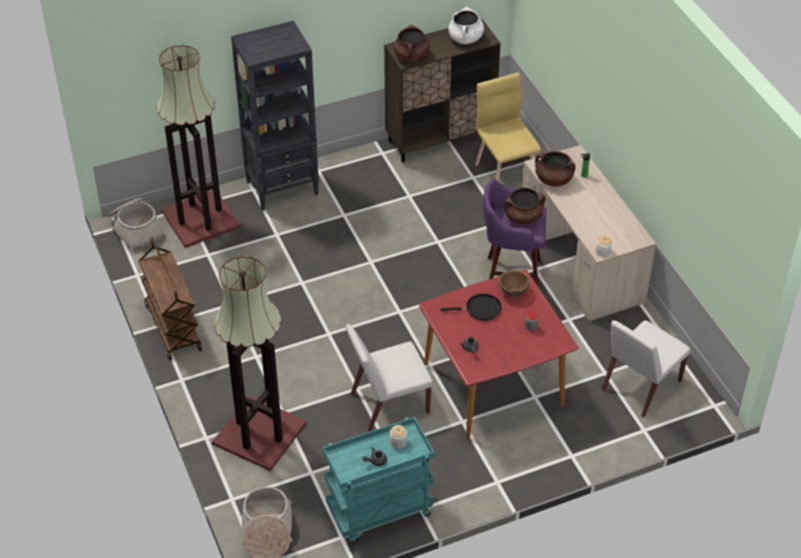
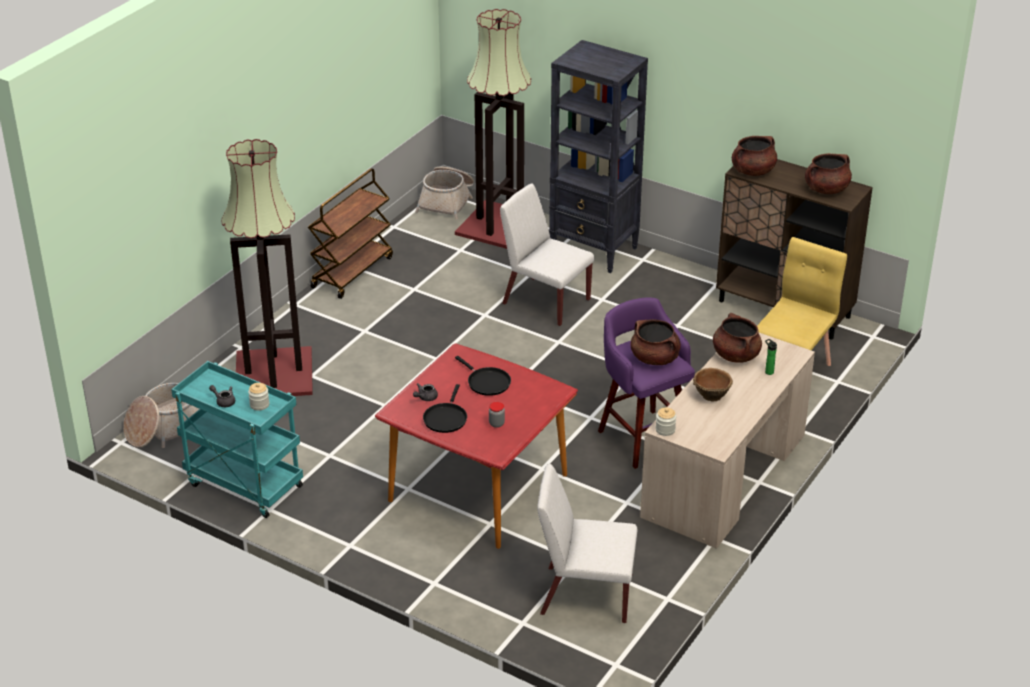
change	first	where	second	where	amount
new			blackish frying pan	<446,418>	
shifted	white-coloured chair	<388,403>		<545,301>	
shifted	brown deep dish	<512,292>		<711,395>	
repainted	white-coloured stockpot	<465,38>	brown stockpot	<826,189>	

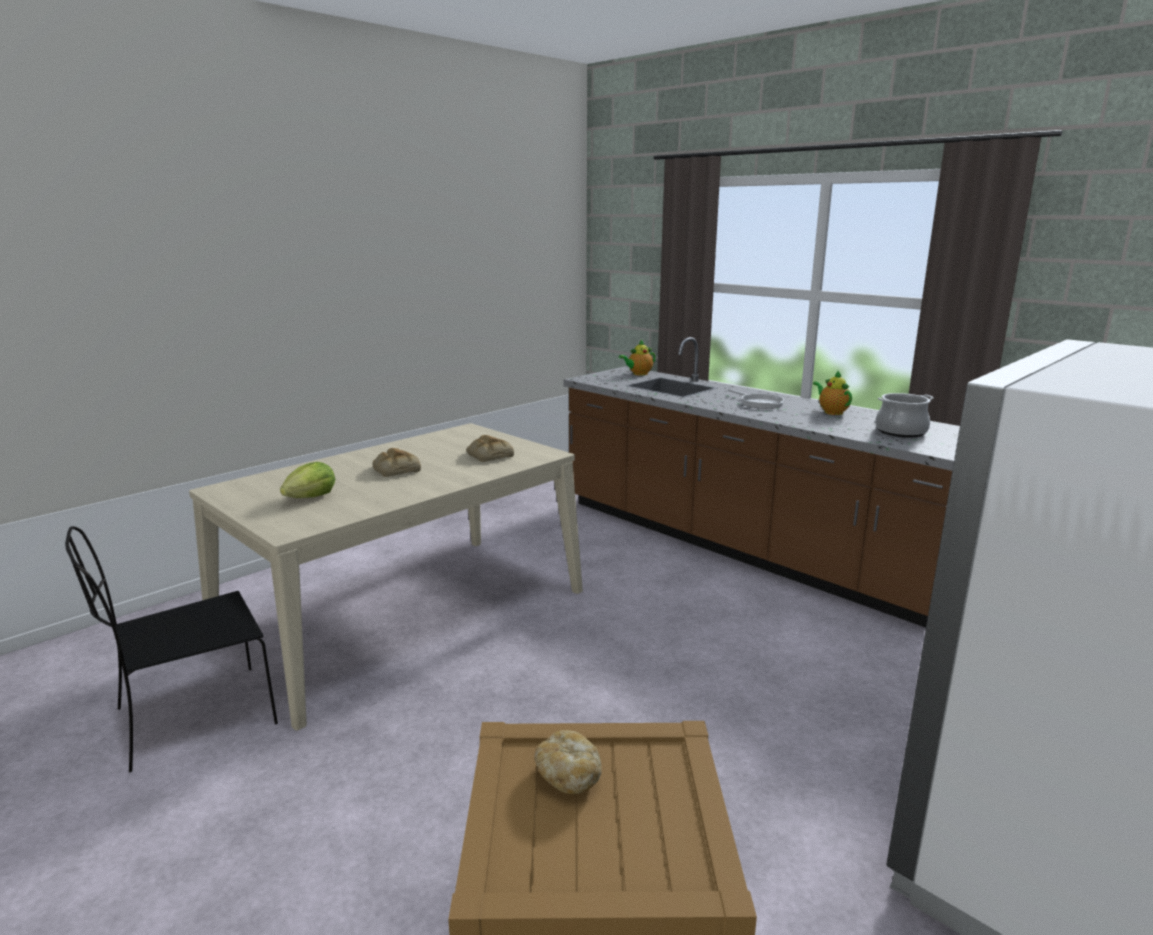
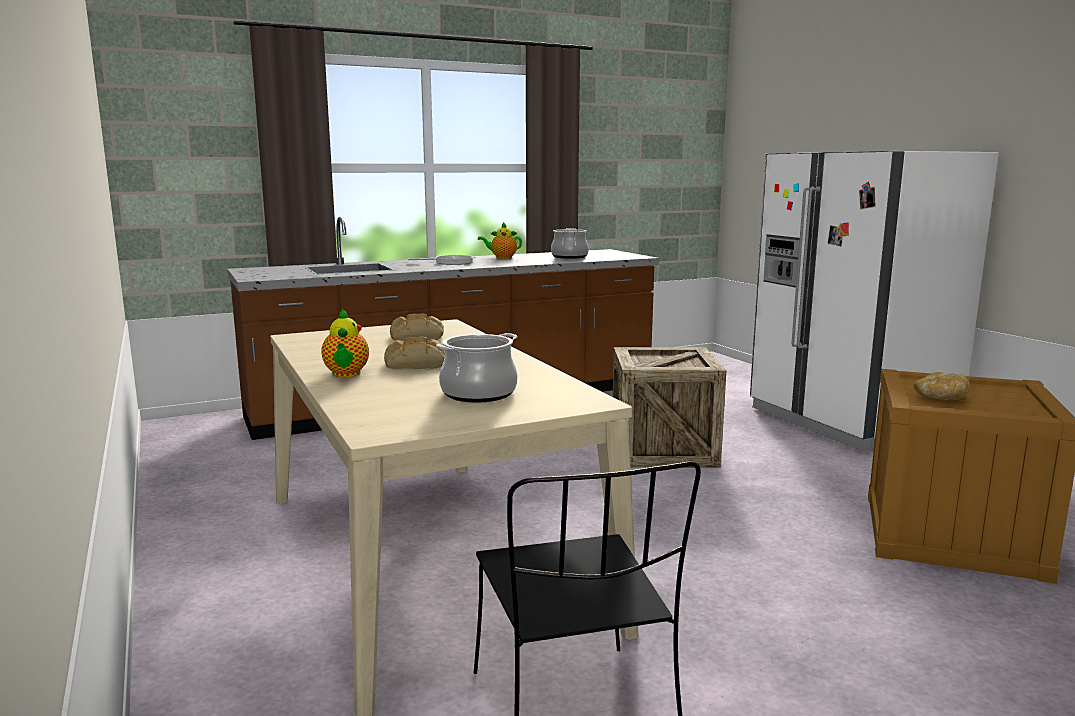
change	first	where	second	where	amount
new			packing crate	<663,450>	
shifted	tea pot	<638,374>		<346,374>	
swapped	lettuce head	<311,497>	stockpot	<478,393>	

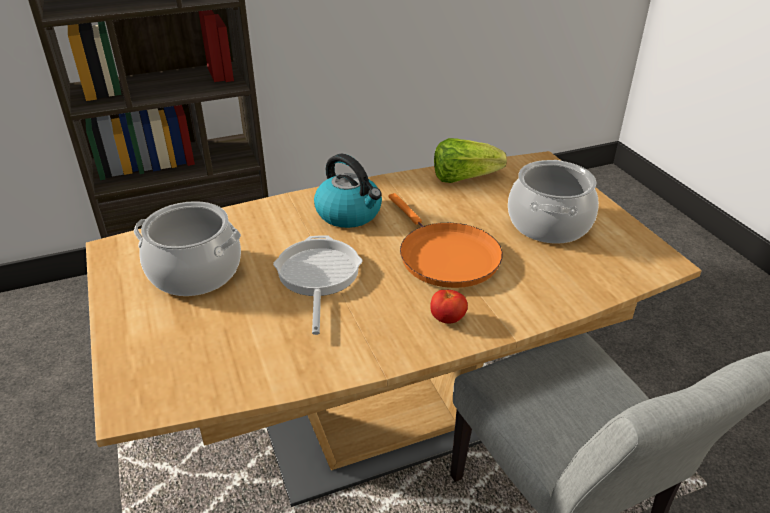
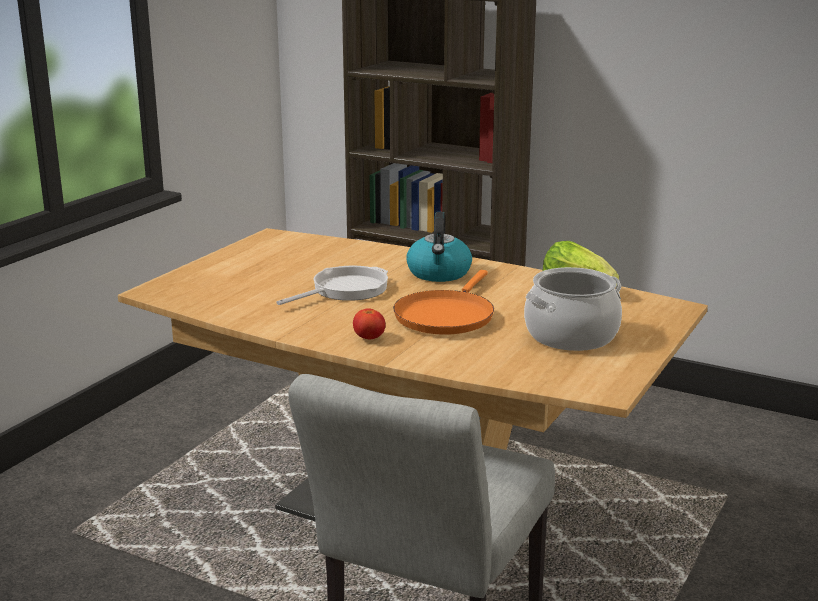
change	first	where	second	where	amount
gone	stockpot	<195,272>			

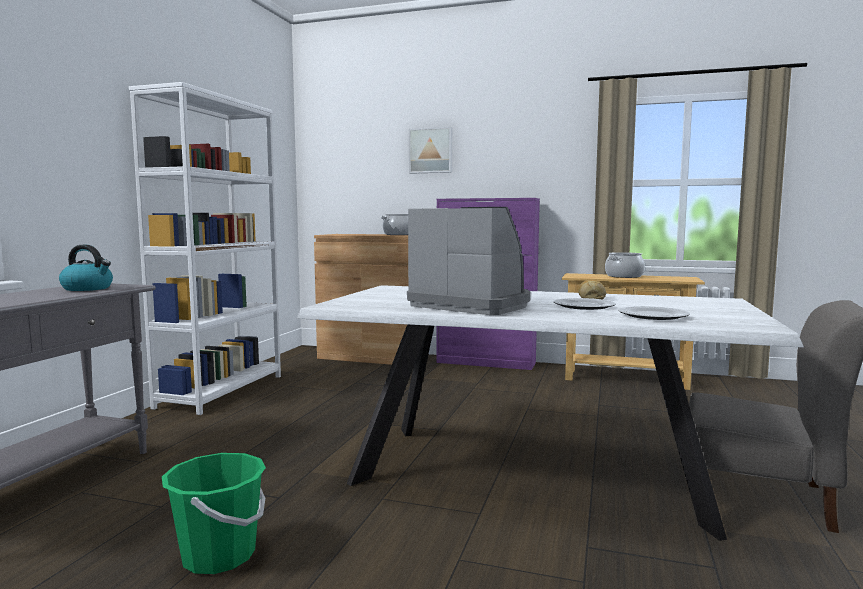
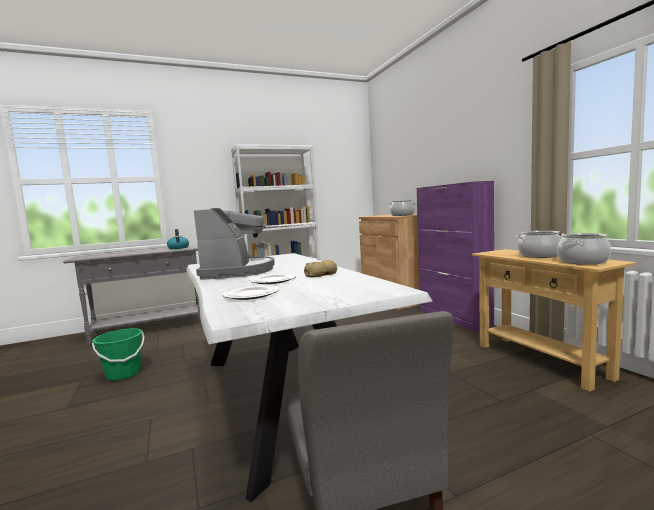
change	first	where	second	where	amount
gone	wall art	<431,150>			
new			stockpot	<582,261>	

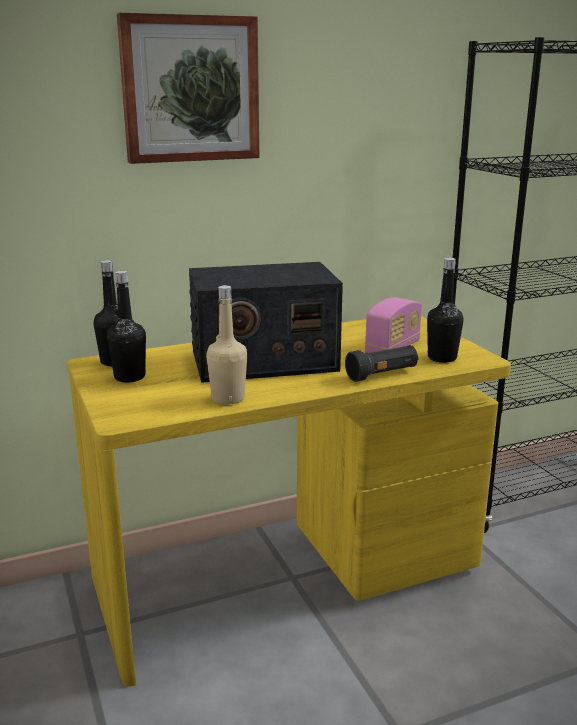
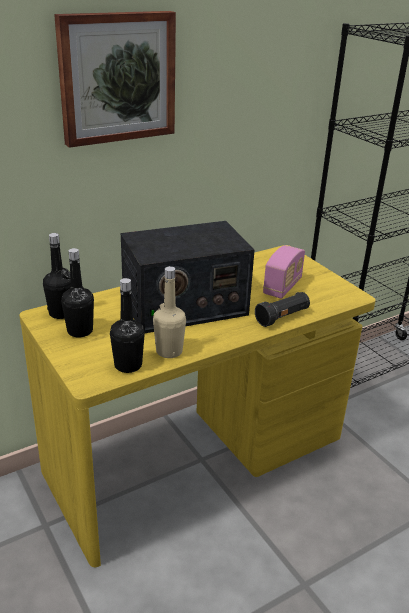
change	first	where	second	where	amount
shifted	blackish beverage bottle	<442,358>		<128,365>	

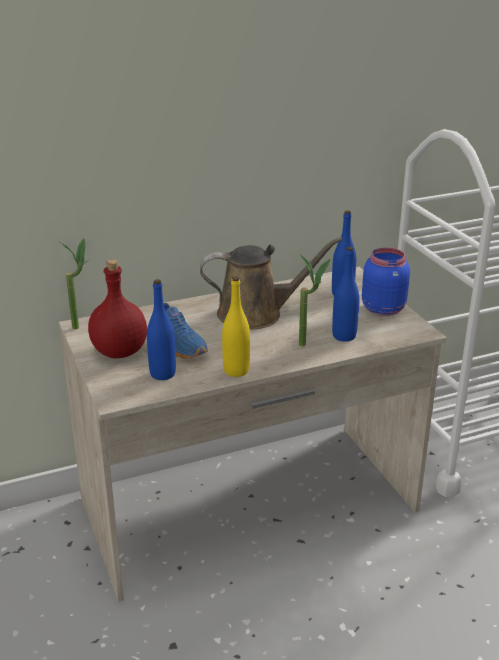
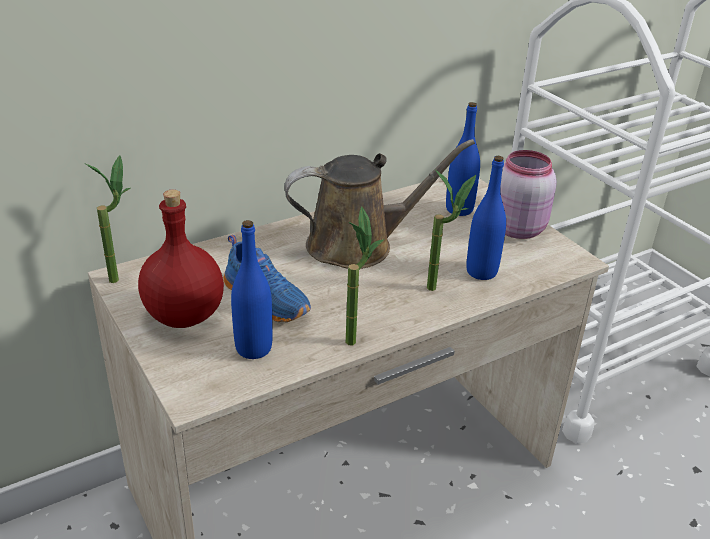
change	first	where	second	where	amount
swapped	yellow-coloured beverage bottle	<236,370>	plant in a pot	<355,335>	
repainted	blue jar	<383,308>	pinkish jar	<517,228>	

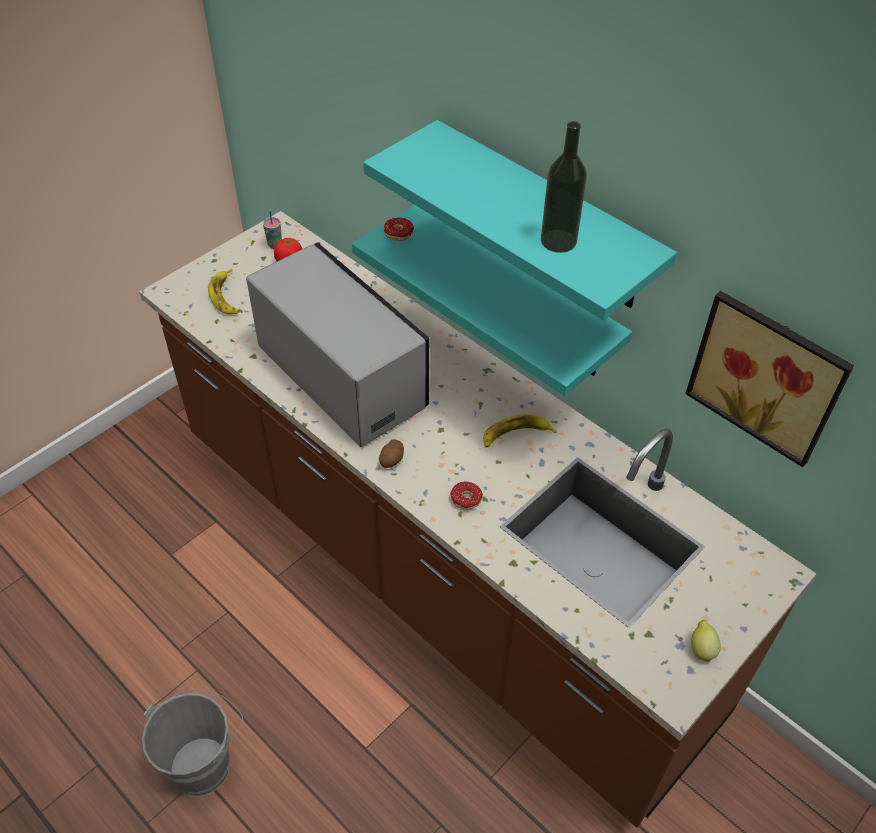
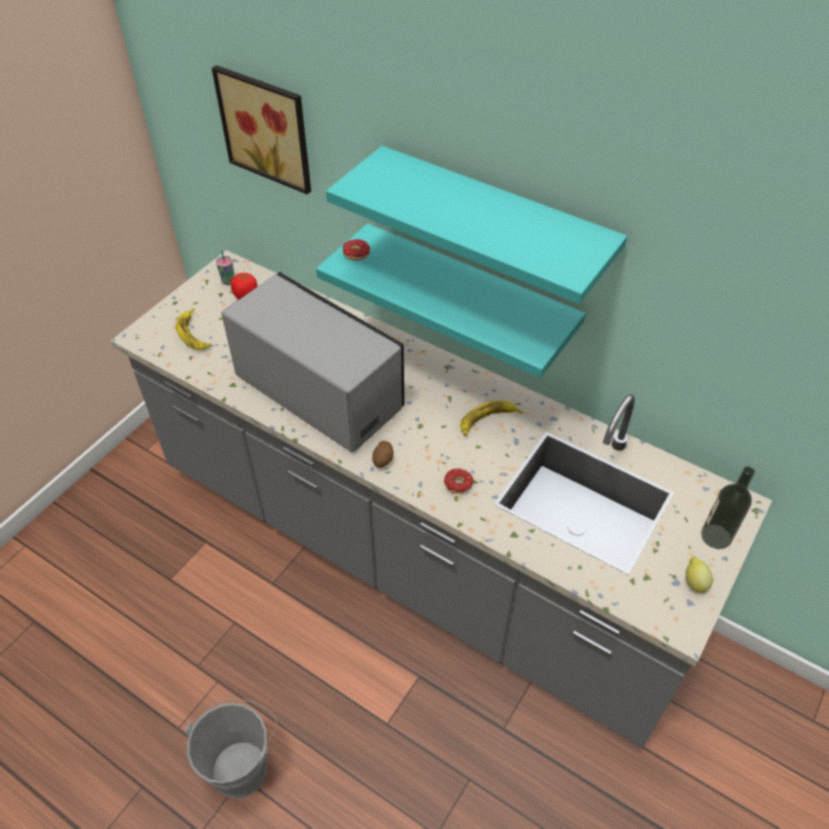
change	first	where	second	where	amount
shifted	beverage bottle	<558,241>		<716,536>	
shifted	wall art	<768,375>		<267,127>	
repainted	brown kitchen counter	<435,570>	gray kitchen counter	<414,553>	

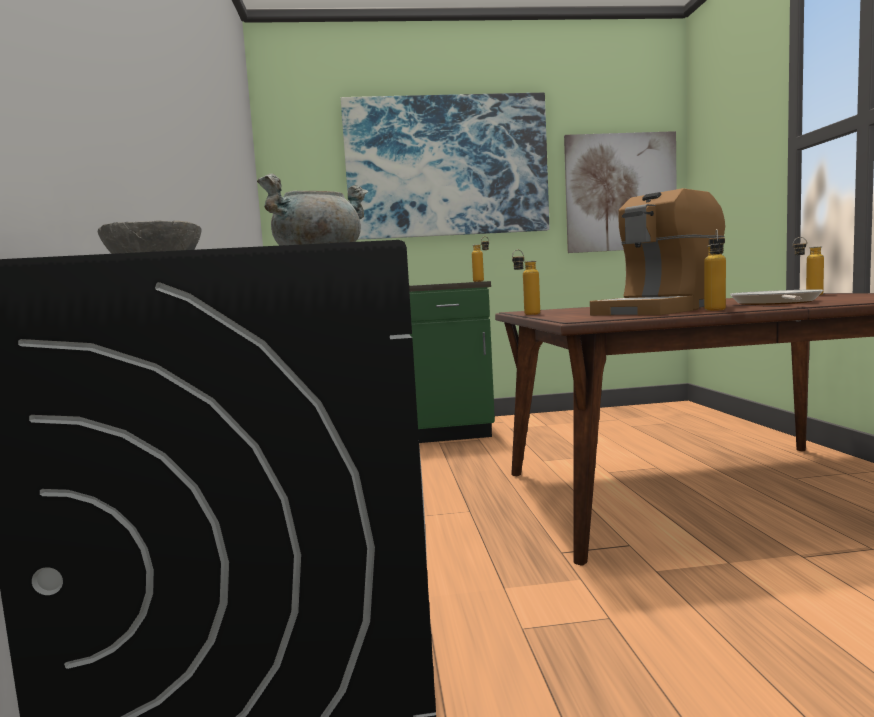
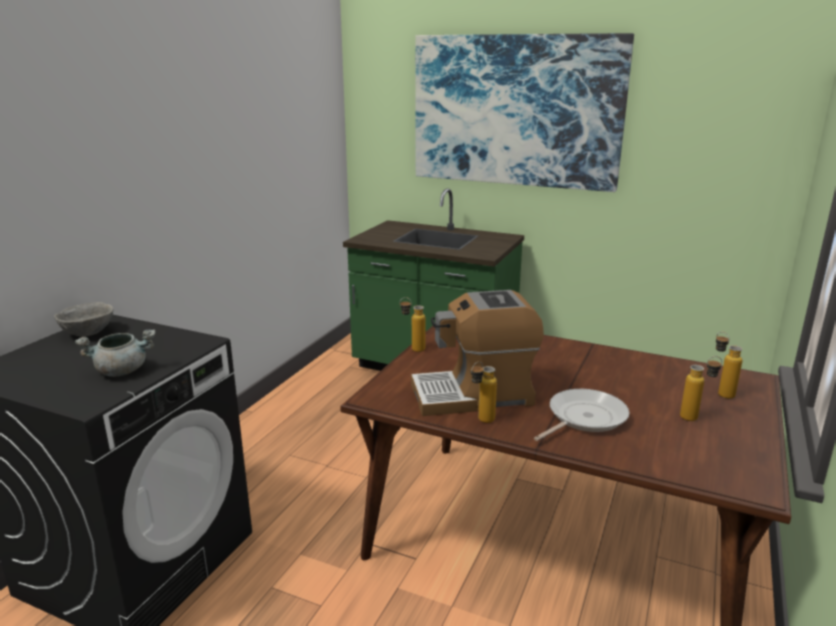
change	first	where	second	where	amount
gone	wall art	<620,192>			
shifted	beverage bottle	<482,281>		<695,417>	

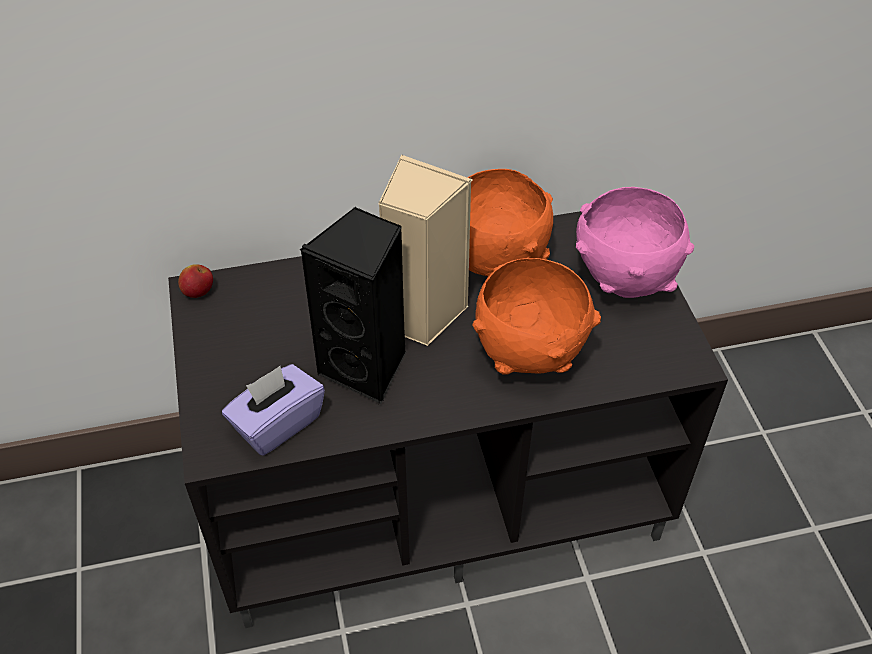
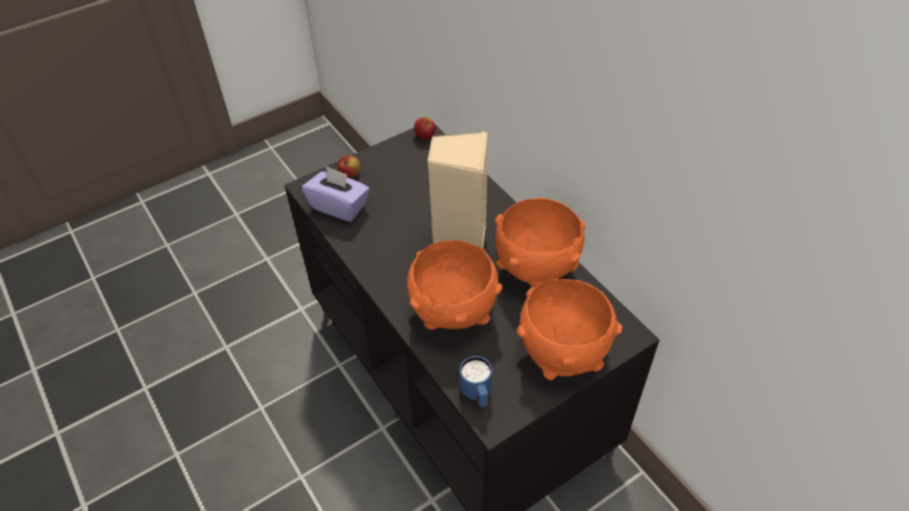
change	first	where	second	where	amount
gone	blackish speaker	<367,367>			
new			apple	<350,175>	
new			blue mug	<477,394>	
repainted	pinkish deep dish	<624,279>	orange-coloured deep dish	<562,353>	

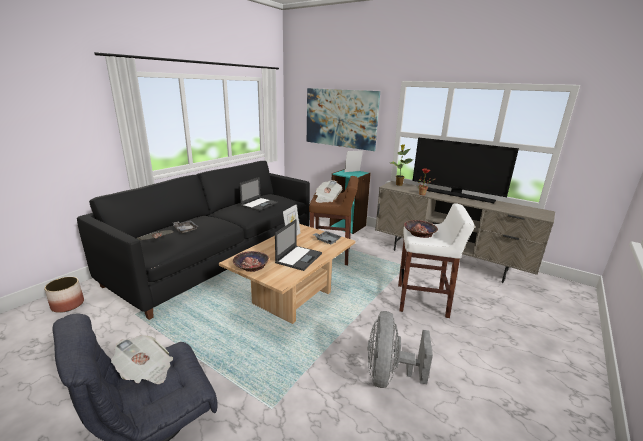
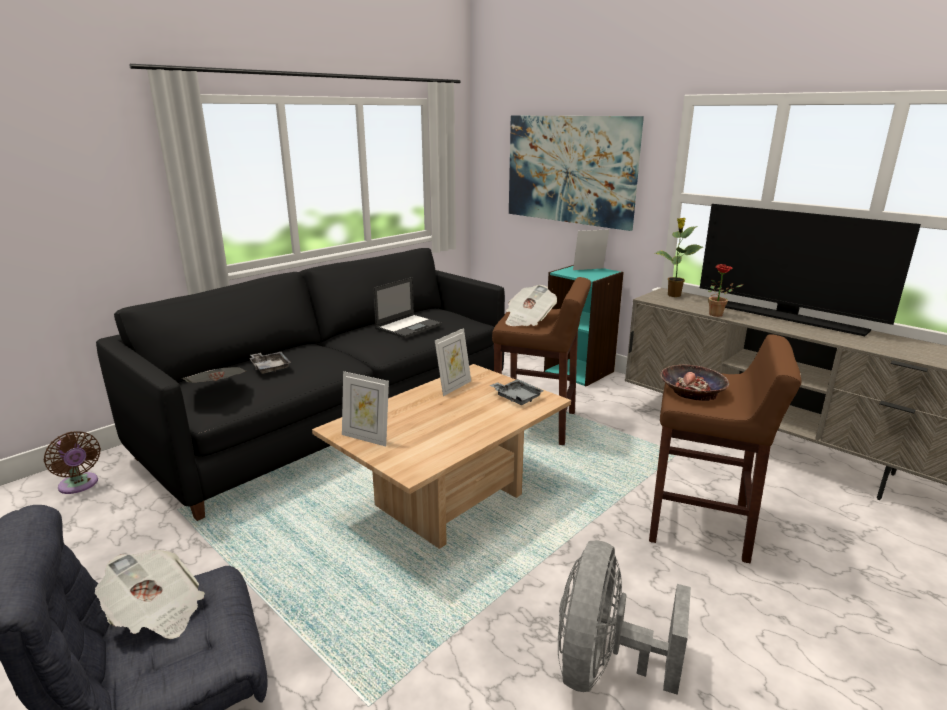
change	first	where	second	where	amount
gone	notebook computer	<299,258>			
swapped	plant pot	<68,305>	brown fan	<79,485>	
swapped	deep dish	<251,266>	picture frame	<366,438>	
repainted	white-coloured stool seat	<423,301>	brown stool seat	<701,524>	

